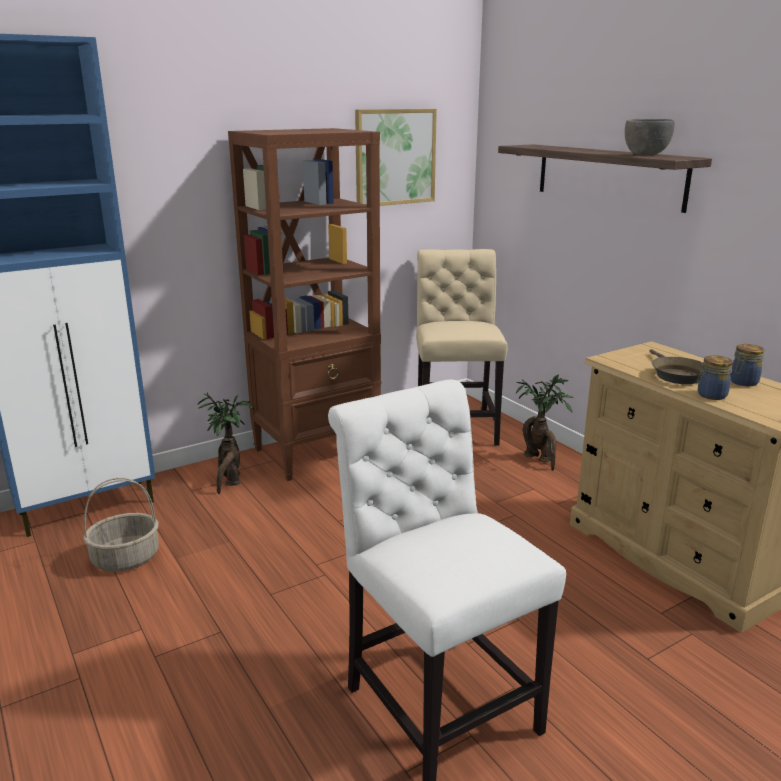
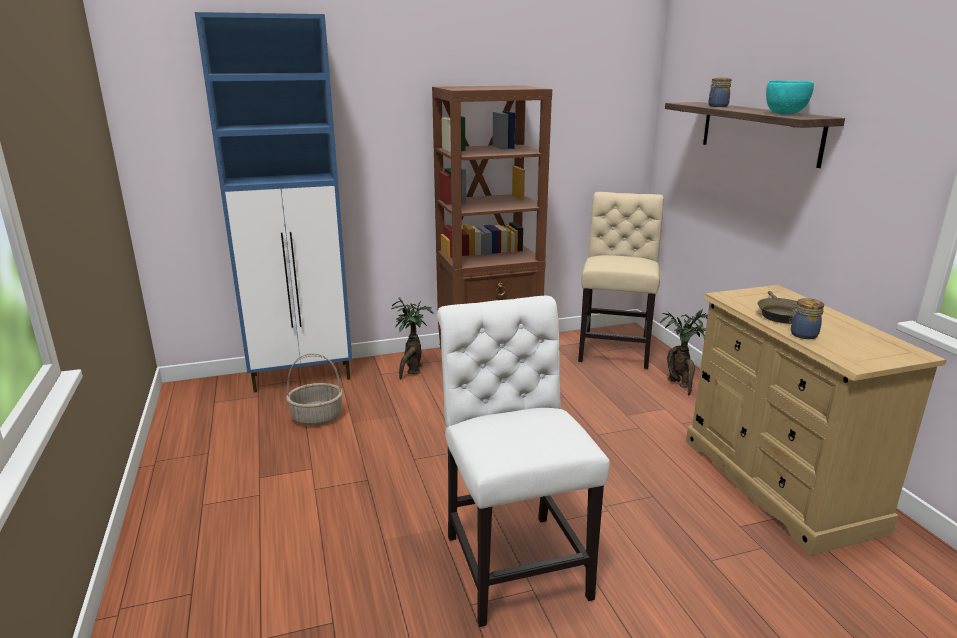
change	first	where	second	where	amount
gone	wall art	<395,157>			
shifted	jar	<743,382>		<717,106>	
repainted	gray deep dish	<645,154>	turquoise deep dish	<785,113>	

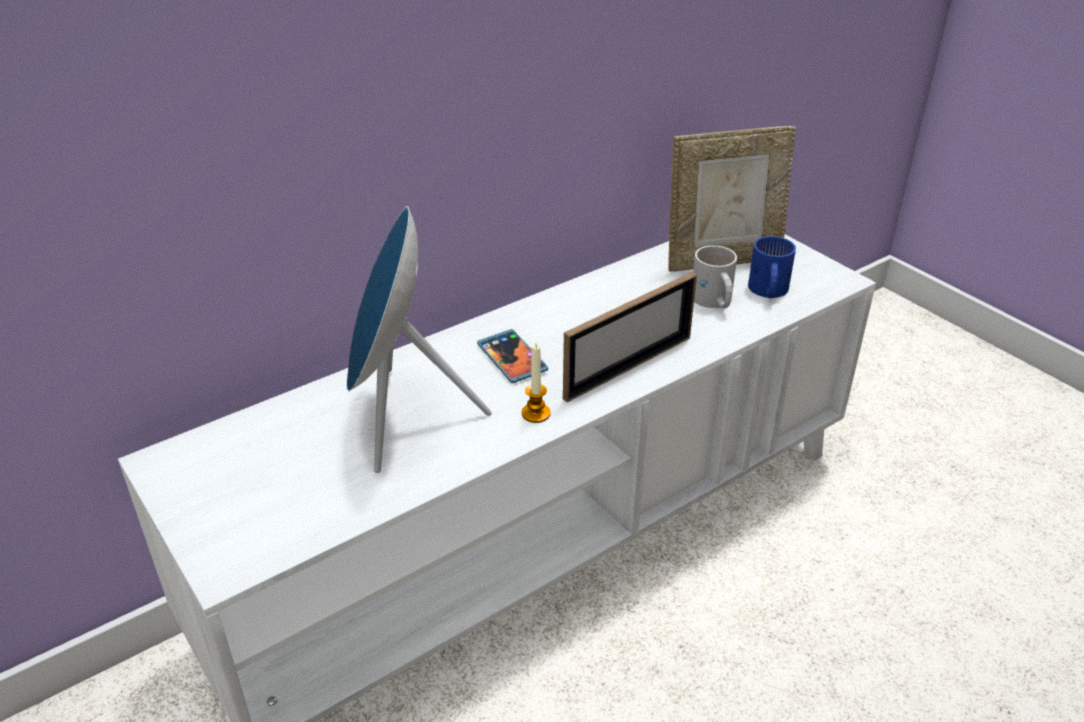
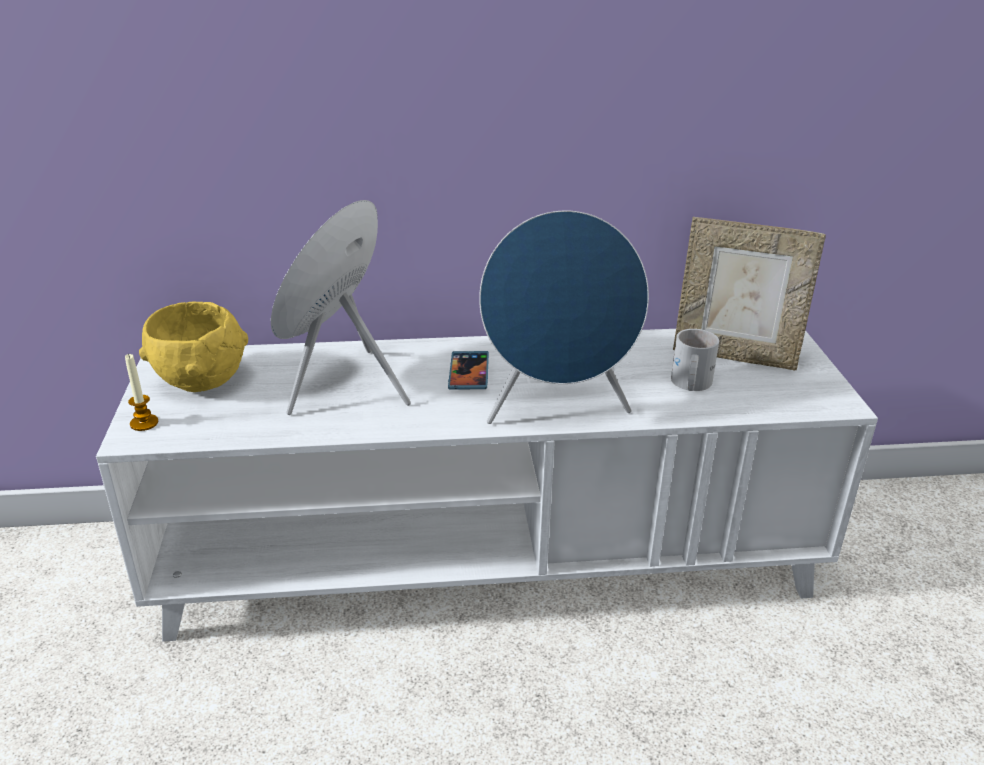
change	first	where	second	where	amount
gone	blue mug	<766,291>			
new			yellow-coloured deep dish	<200,381>	
shifted	wax candle	<536,413>		<144,423>	
swapped	picture frame	<628,367>	blue speaker	<557,409>	

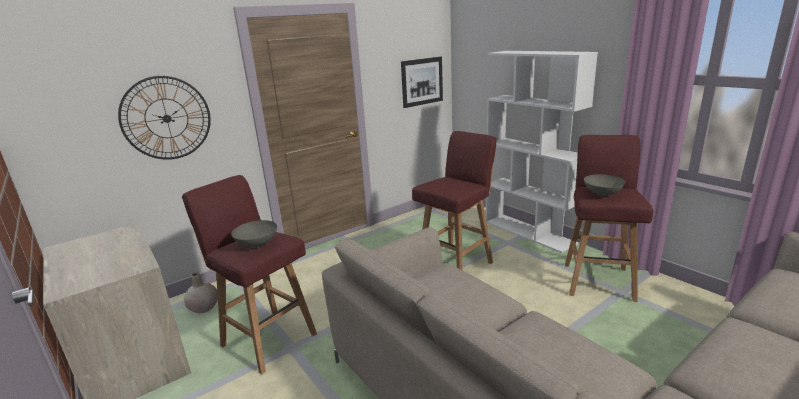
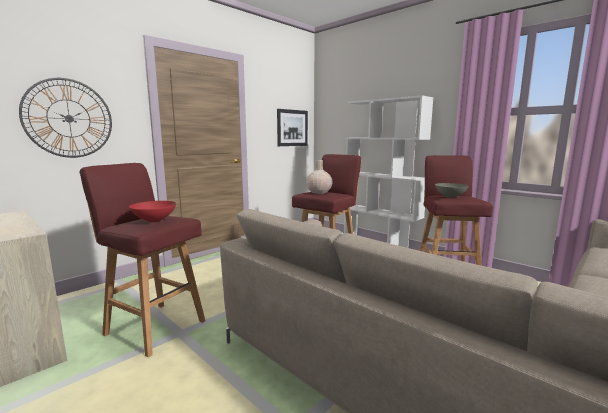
change	first	where	second	where	amount
shifted	beige flower vase	<204,307>		<319,192>	
repainted	gray deep dish	<257,244>	red-coloured deep dish	<155,220>	

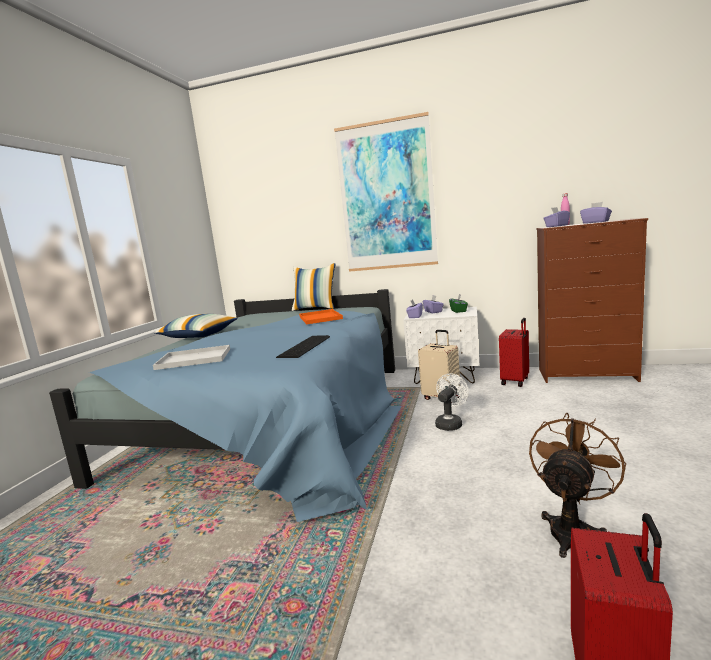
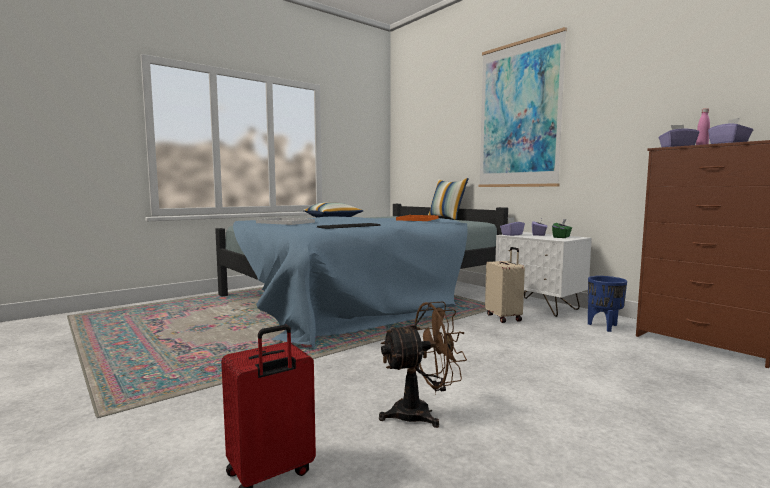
change	first	where	second	where	amount
gone	white-coloured fan	<450,423>			
swapped	red-coloured piece of luggage	<516,381>	blue plant pot	<604,327>	

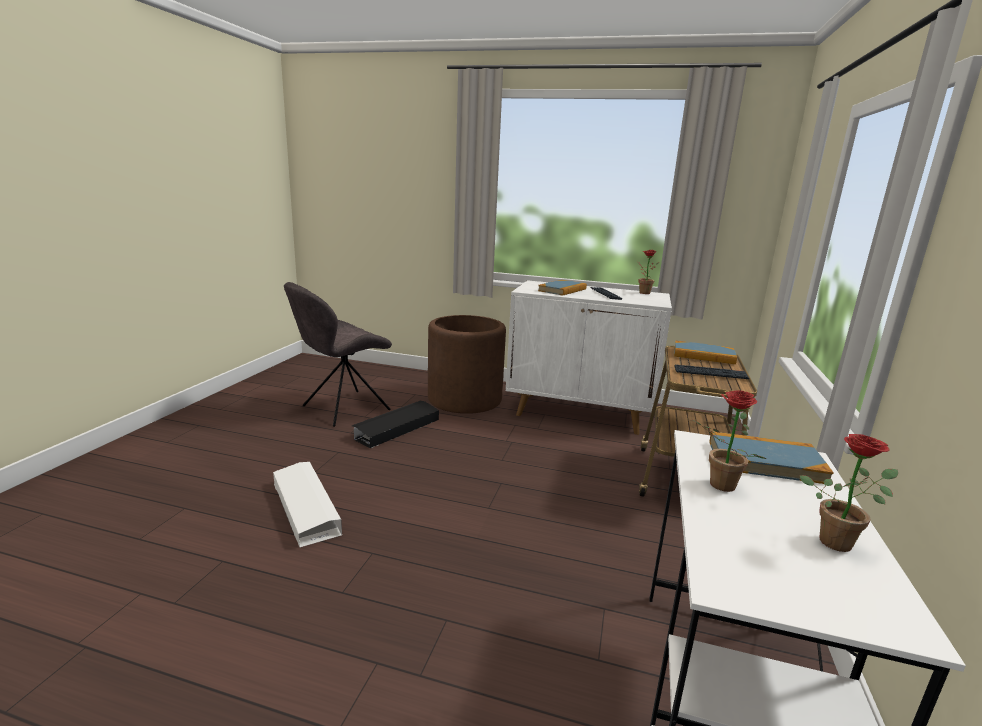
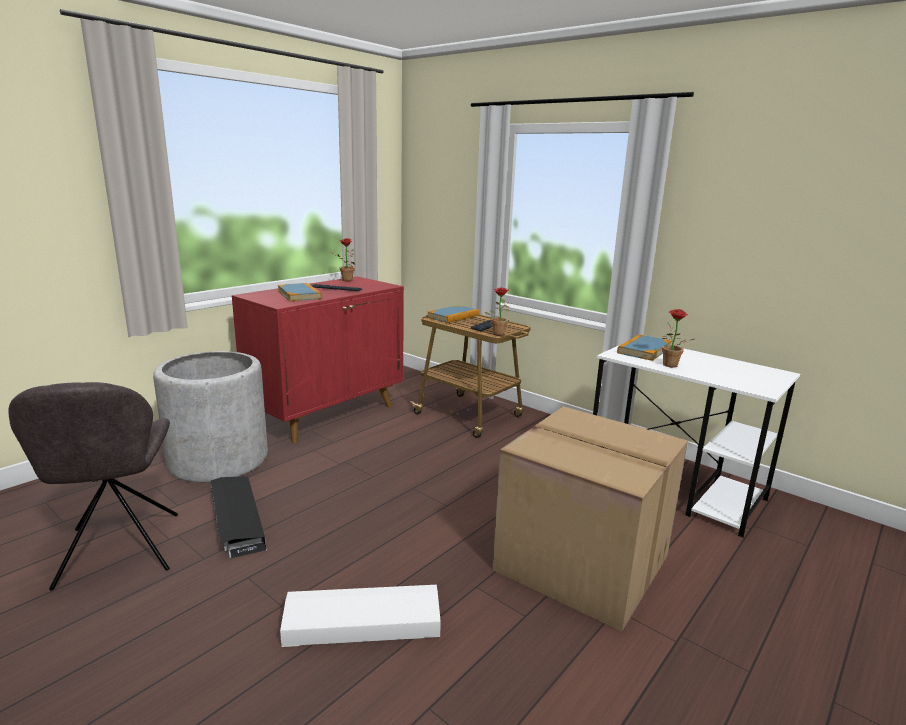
change	first	where	second	where	amount
new			cardboard box	<579,562>	
shifted	plant in a pot	<838,540>		<498,333>	
repainted	brown plant pot	<465,399>	gray plant pot	<218,459>	
repainted	white-coloured cupboard	<580,413>	red-coloured cupboard	<328,414>	

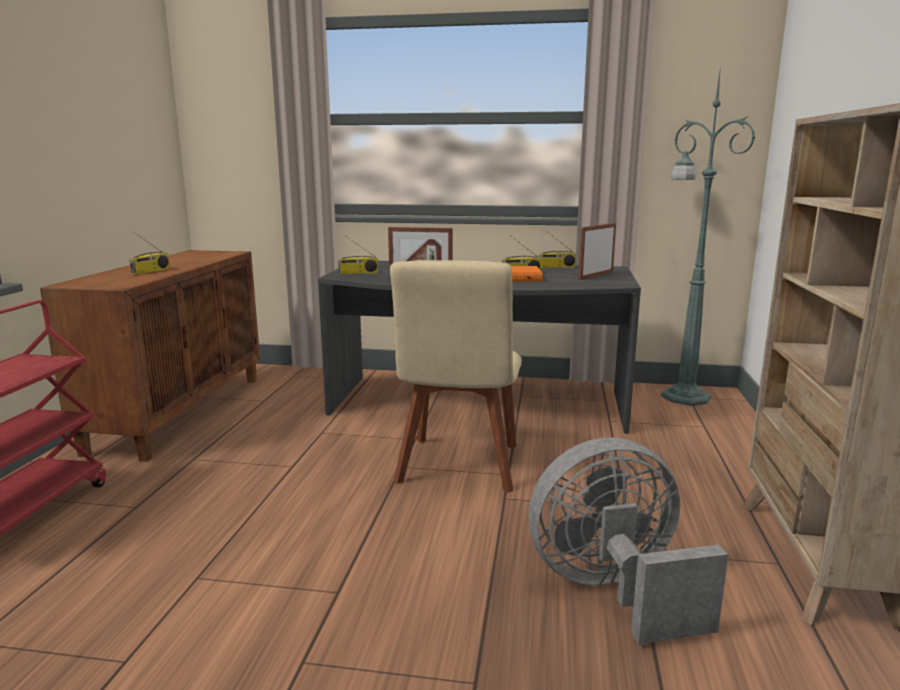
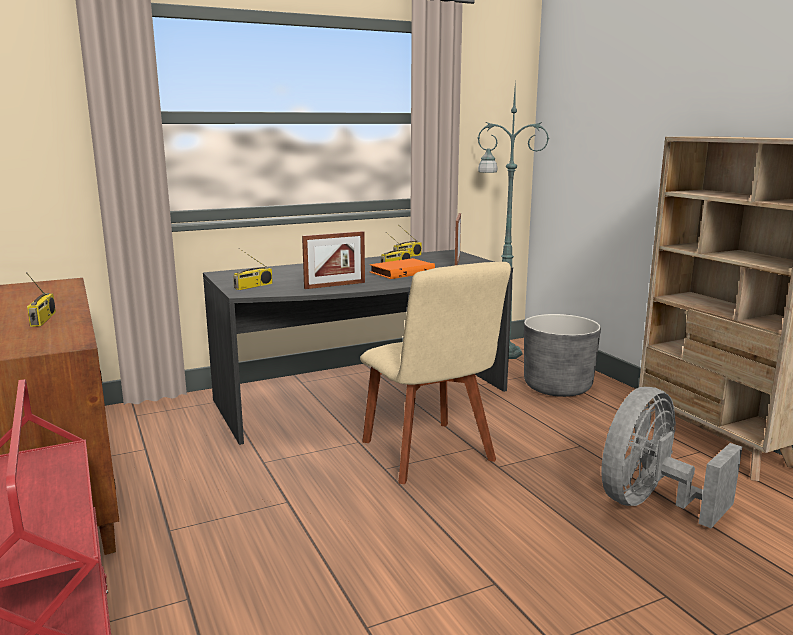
change	first	where	second	where	amount
new			gray plant pot	<557,387>	

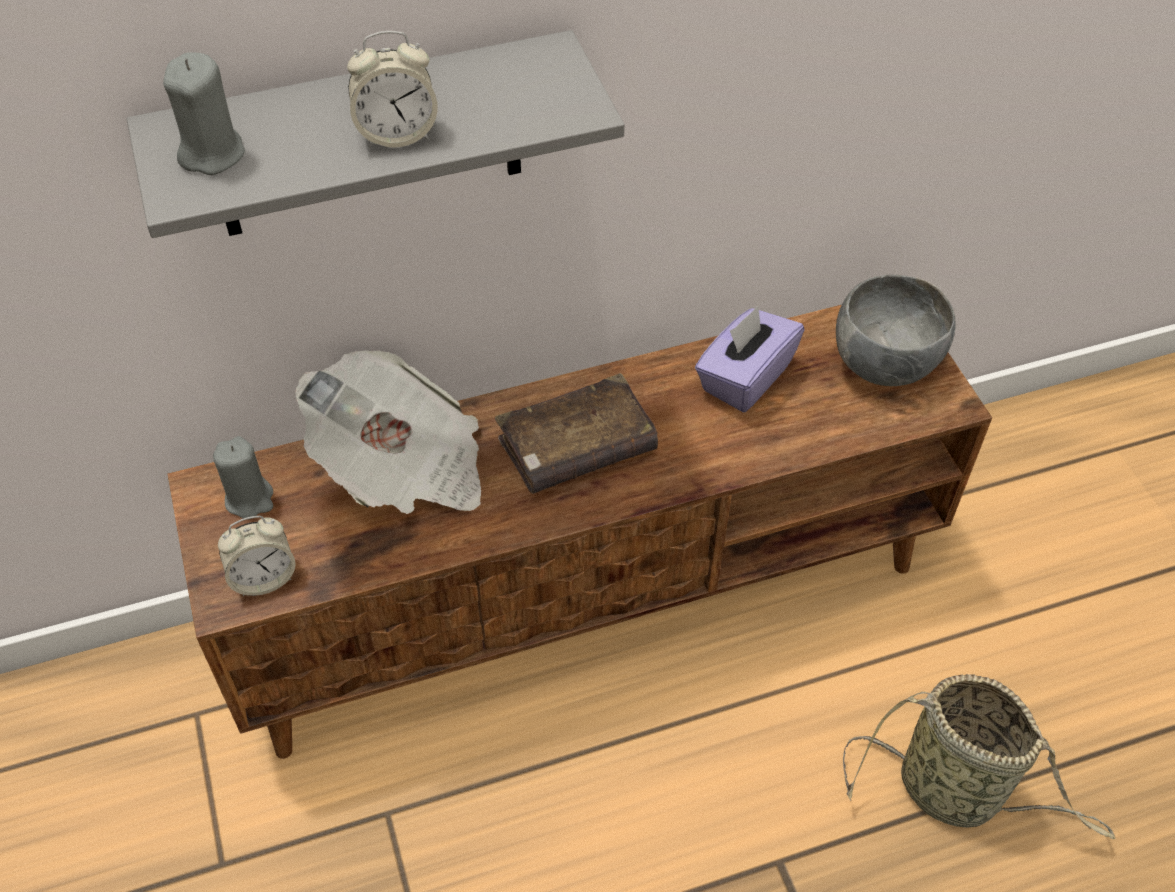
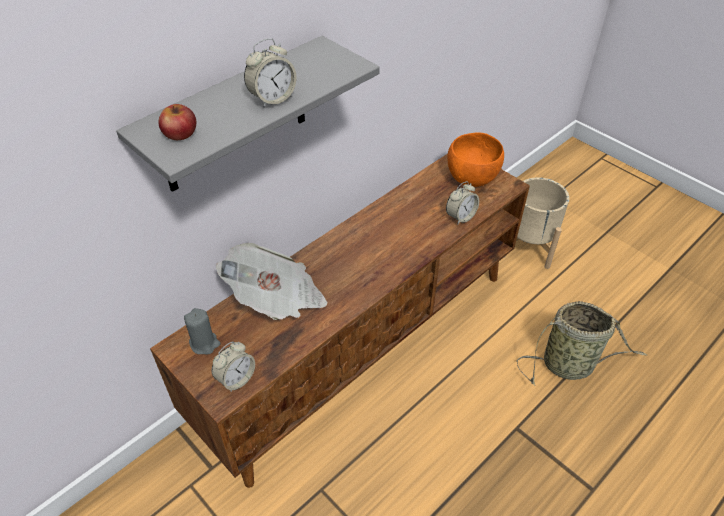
change	first	where	second	where	amount
gone	brown book	<577,448>			
gone	purple tissue holder	<744,378>			
new			table clock	<460,217>	
new			beige plant pot	<528,246>	
swapped	gray wax candle	<212,154>	apple	<180,133>	
repainted	gray deep dish	<883,364>	orange-coloured deep dish	<471,179>	

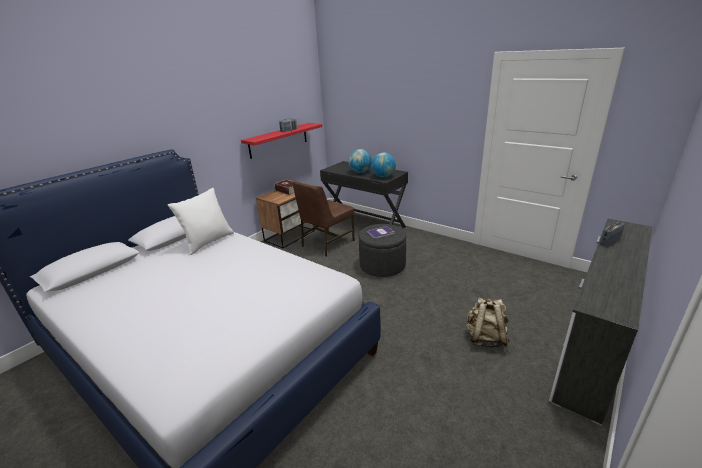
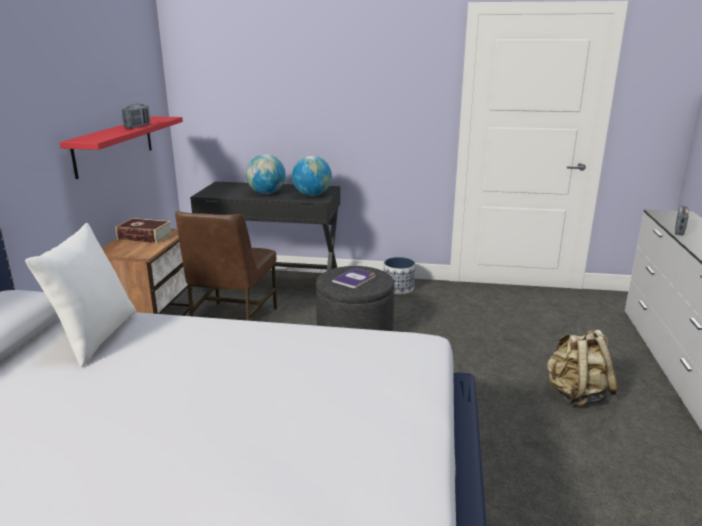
change	first	where	second	where	amount
new			plant pot	<398,288>	

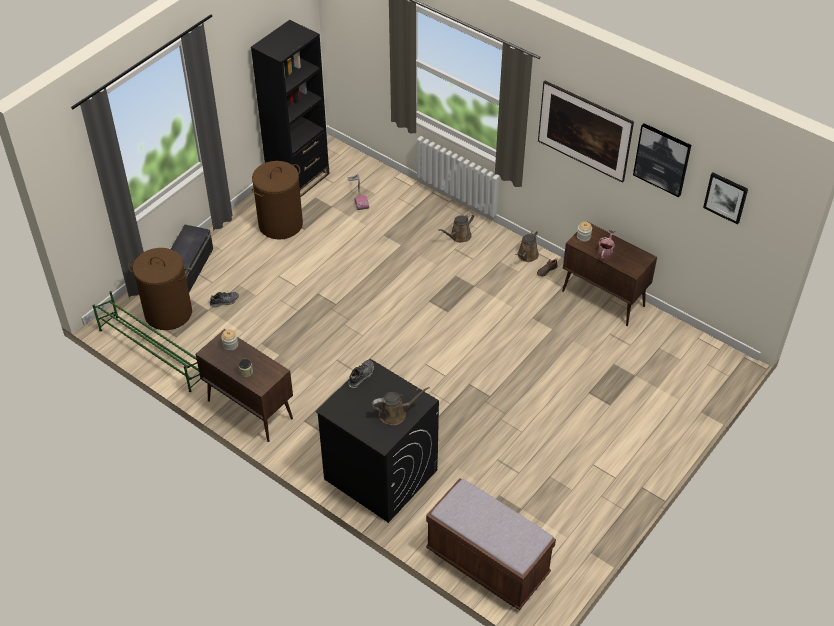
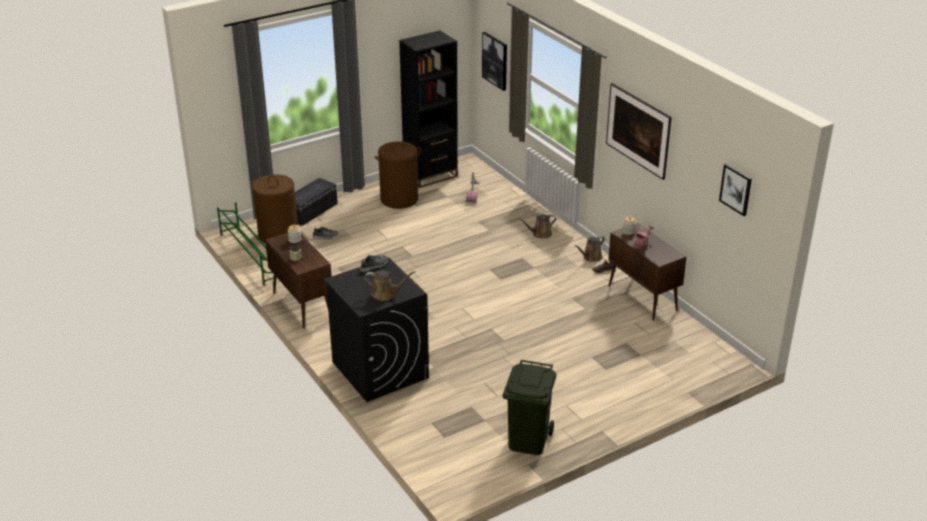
change	first	where	second	where	amount
gone	brown bench	<487,563>			
new			green waste bin	<527,440>	
shifted	wall art	<662,159>		<495,61>	

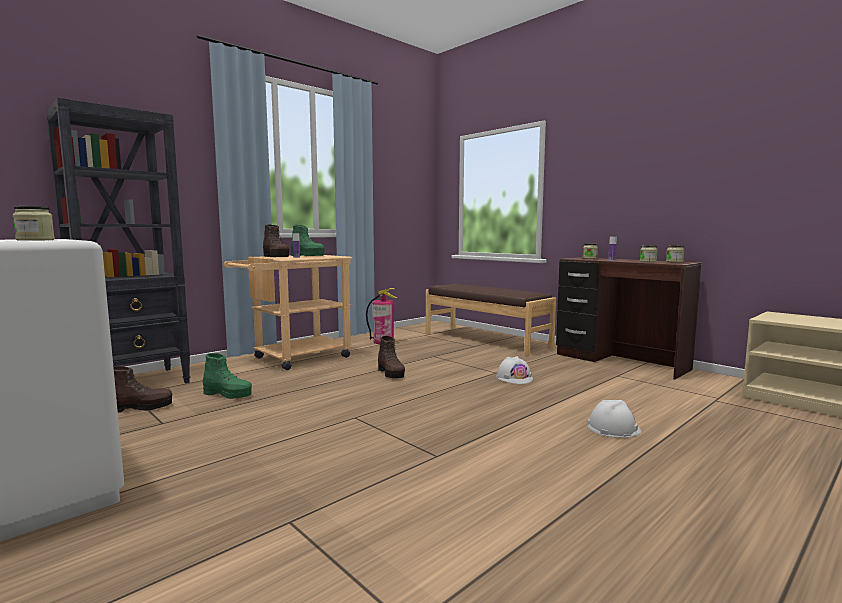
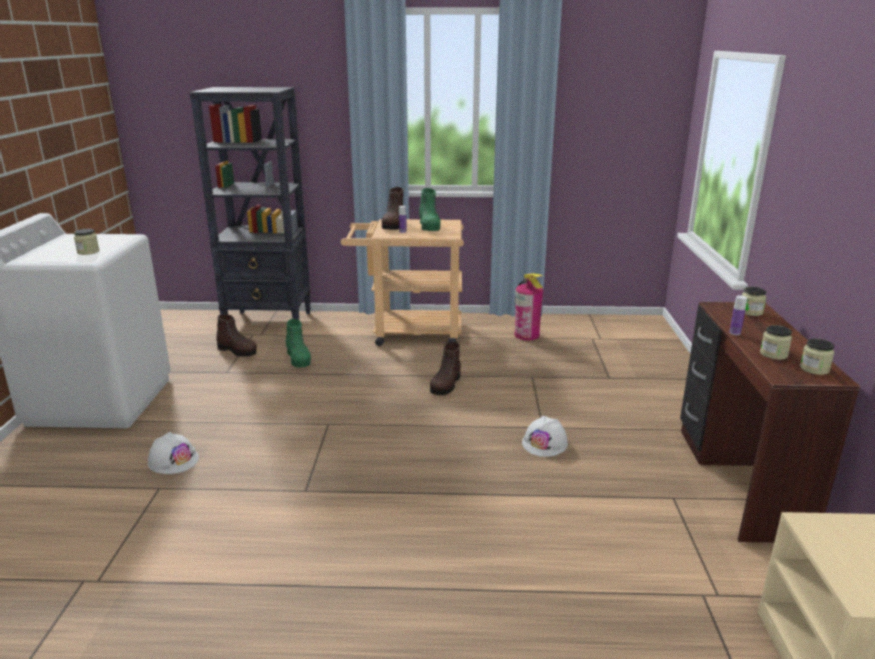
change	first	where	second	where	amount
gone	brown bench	<486,340>			
shifted	white-coloured work helmet	<613,428>		<173,460>	

